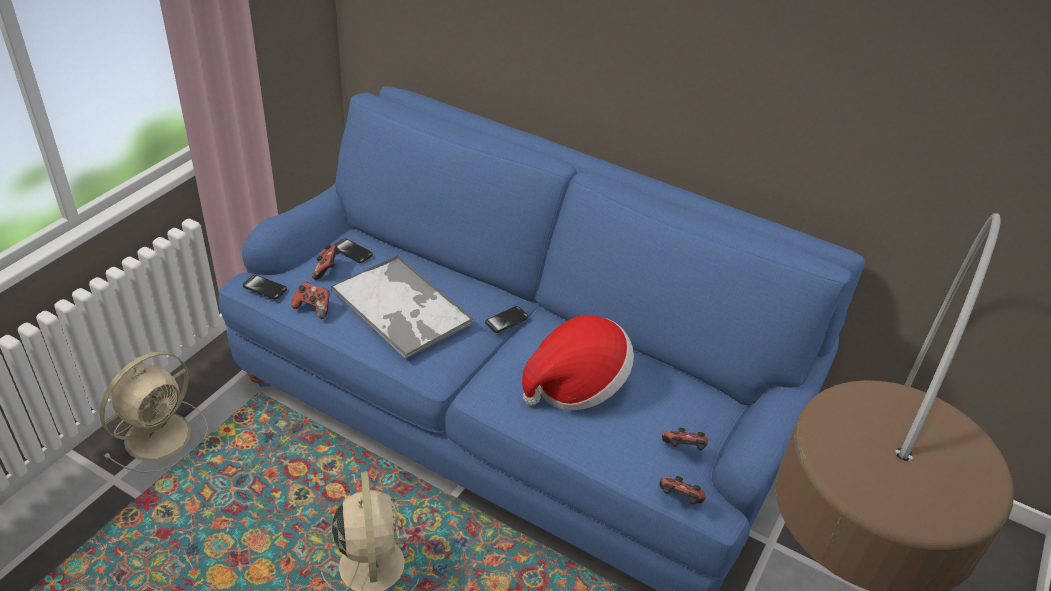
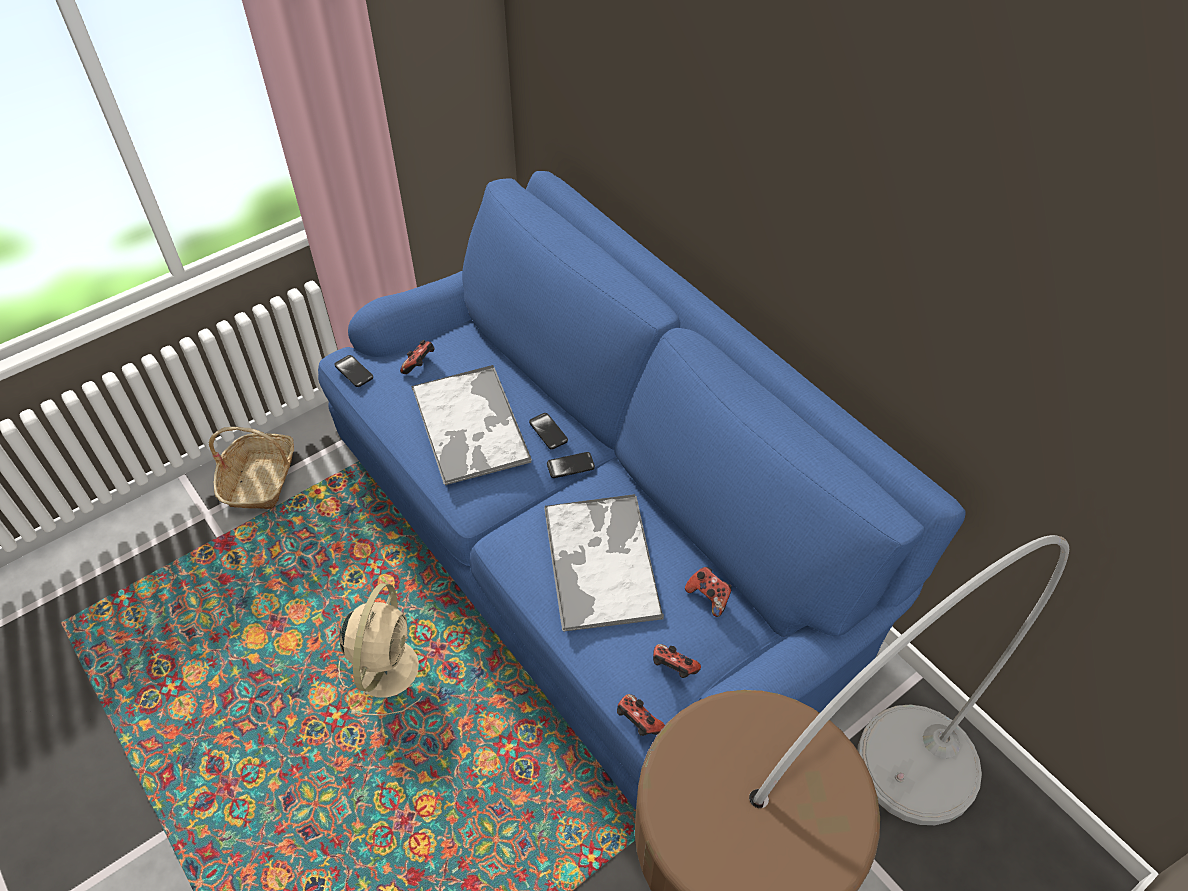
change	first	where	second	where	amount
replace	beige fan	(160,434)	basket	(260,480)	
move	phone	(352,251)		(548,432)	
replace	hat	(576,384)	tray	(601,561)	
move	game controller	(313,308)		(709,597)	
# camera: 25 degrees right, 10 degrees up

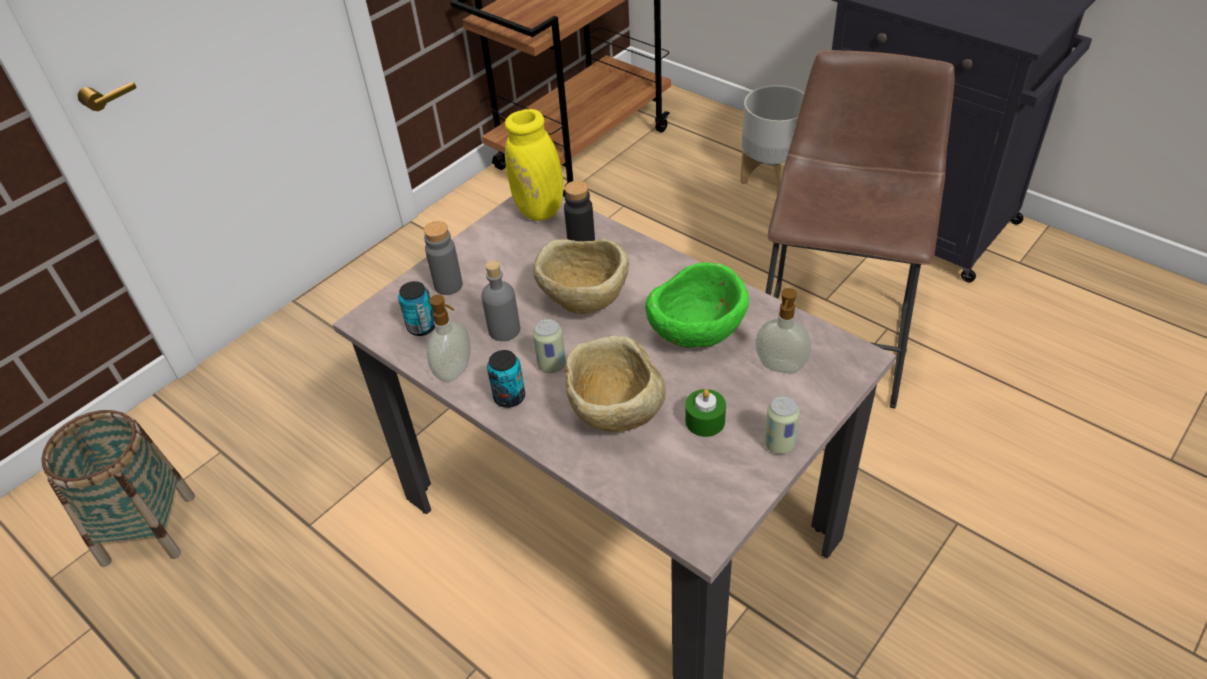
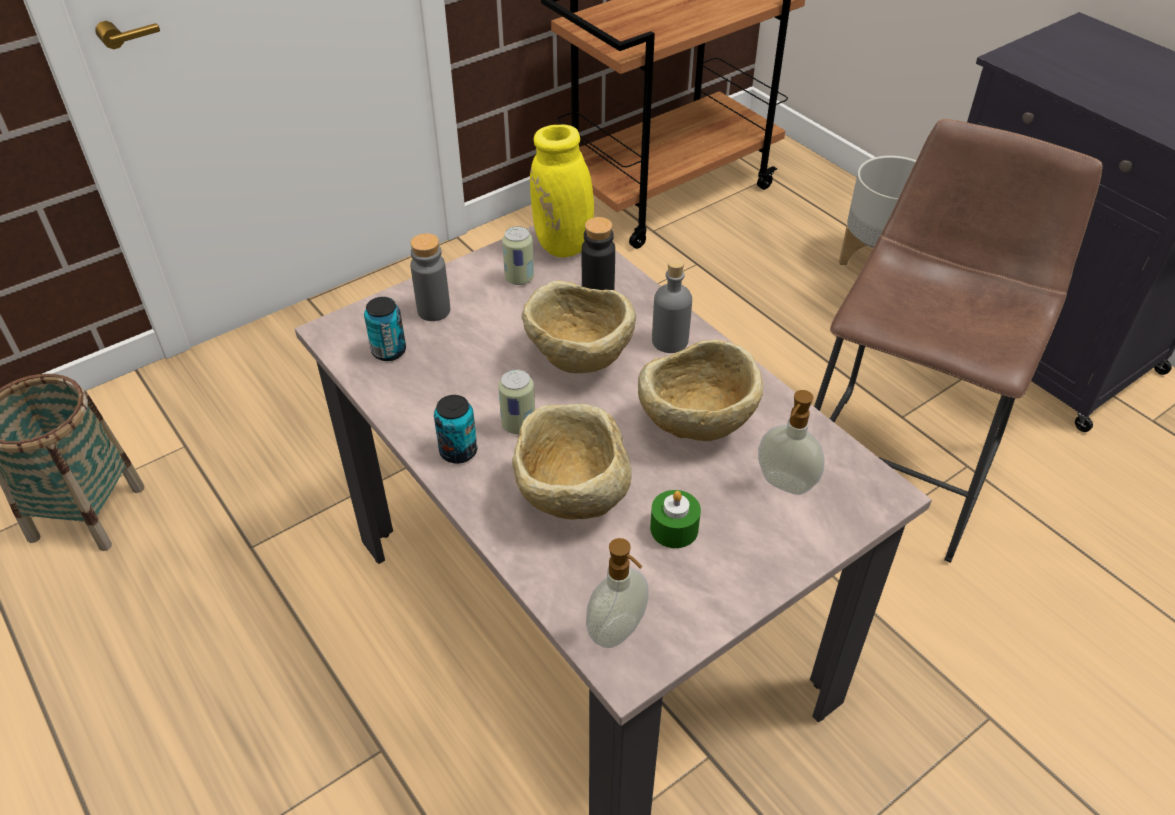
change	first	where	second	where	amount
move	can	(779,443)		(519,278)	
move	soap dispenser	(455,371)		(618,632)	
recolor	green bowl	(696,337)	beige bowl	(695,427)	
move	grey bottle	(504,330)		(670,341)	
# camera: 10 degrees right, 0 degrees up

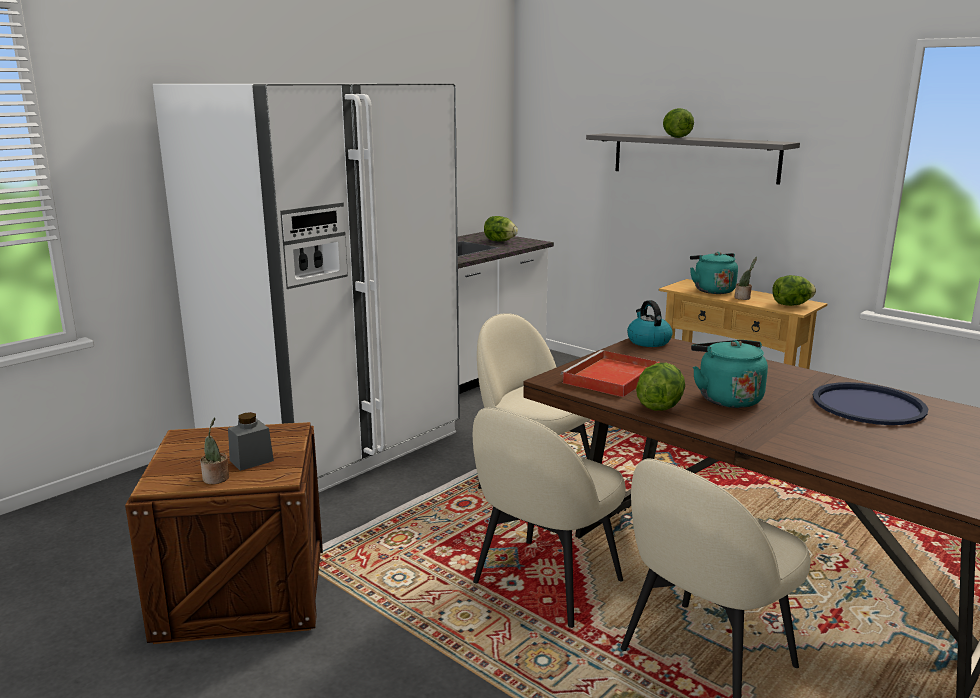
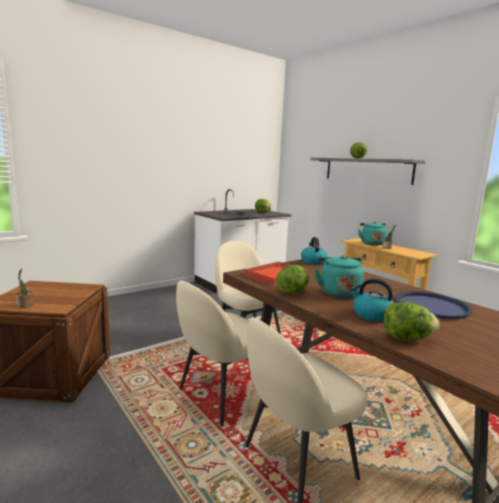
change	first	where	second	where	amount
insert			kettle	(371,315)	
move	lettuce	(791,305)		(406,338)	
delete	white fridge	(331,442)			
delete	grey jar	(251,461)			
# camera: 10 degrees right, 5 degrees down

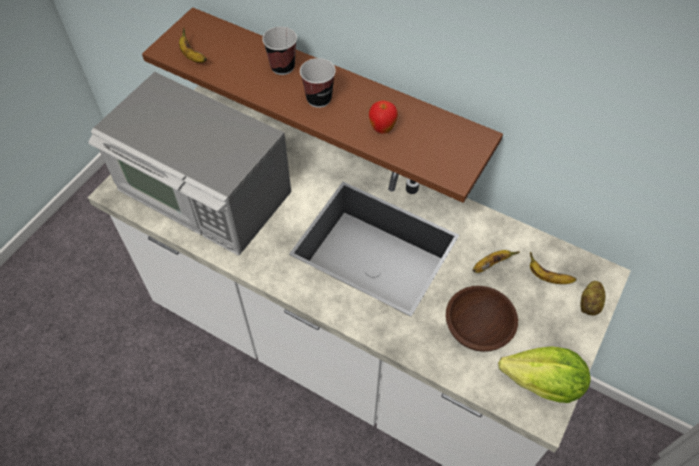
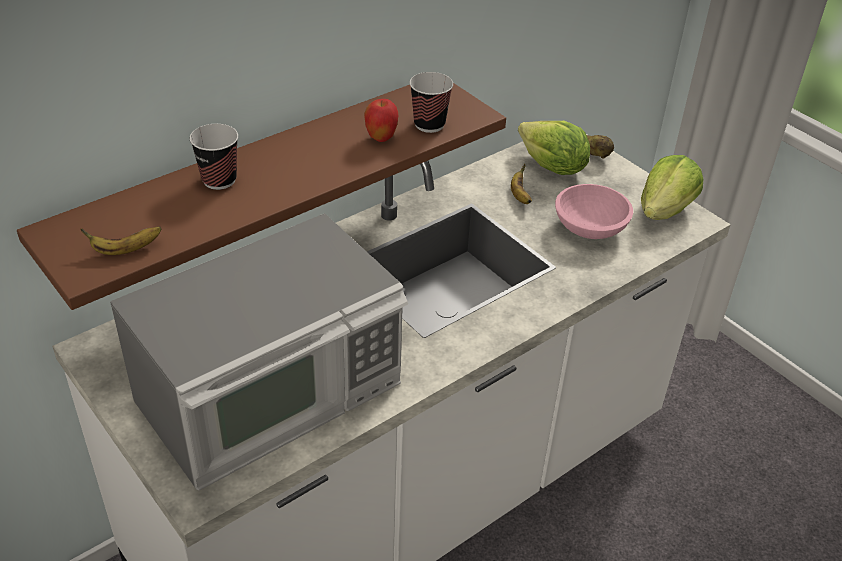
change	first	where	second	where	amount
move	cup	(319,99)		(429,124)	
replace	banana	(547,277)	lettuce	(552,167)	
recolor	brown bowl	(476,327)	pink bowl	(589,228)	
# camera: 70 degrees left, 15 degrees down

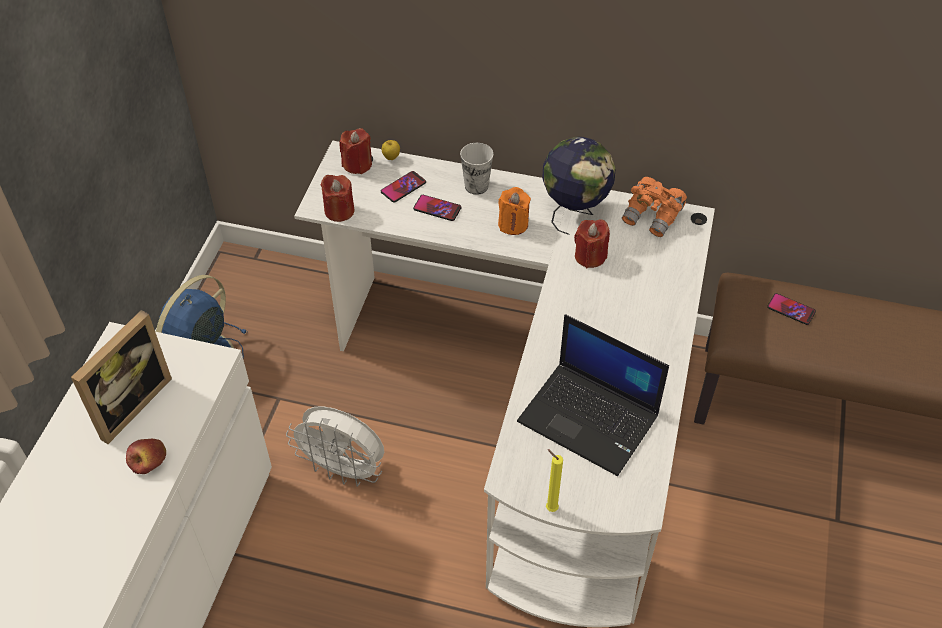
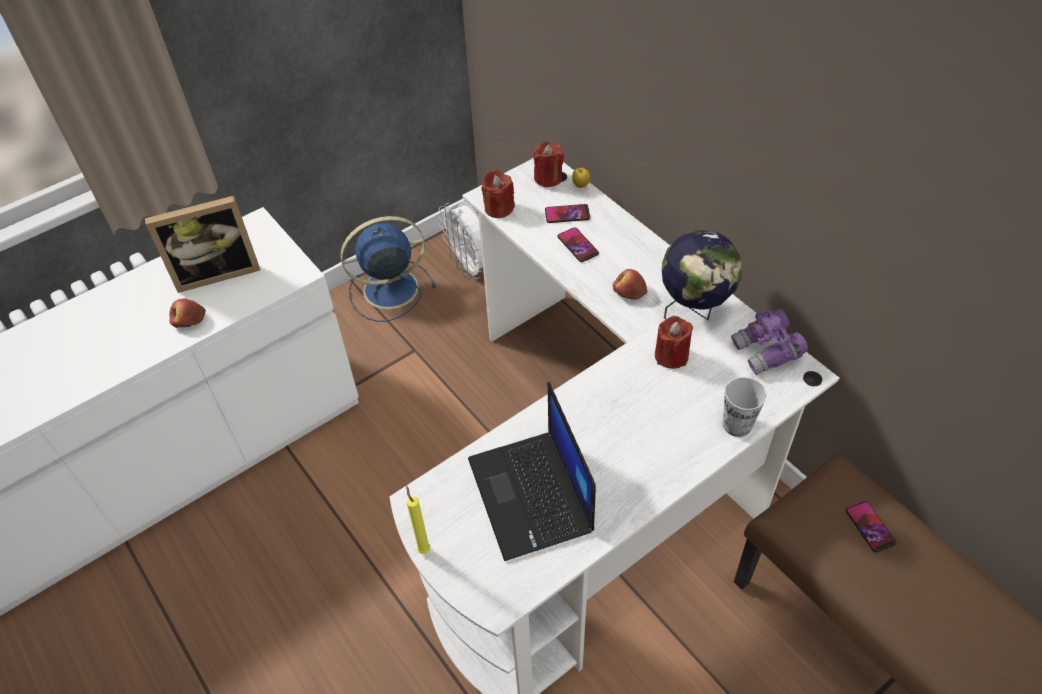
change	first	where	second	where	amount
move	white fan	(344,470)		(471,267)	
replace	orange candle	(513,224)	apple	(629,291)	
move	cup	(476,186)		(737,424)	
recolor	orange binoculars	(652,216)	purple binoculars	(767,352)	
# camera: 40 degrees right, 0 degrees up

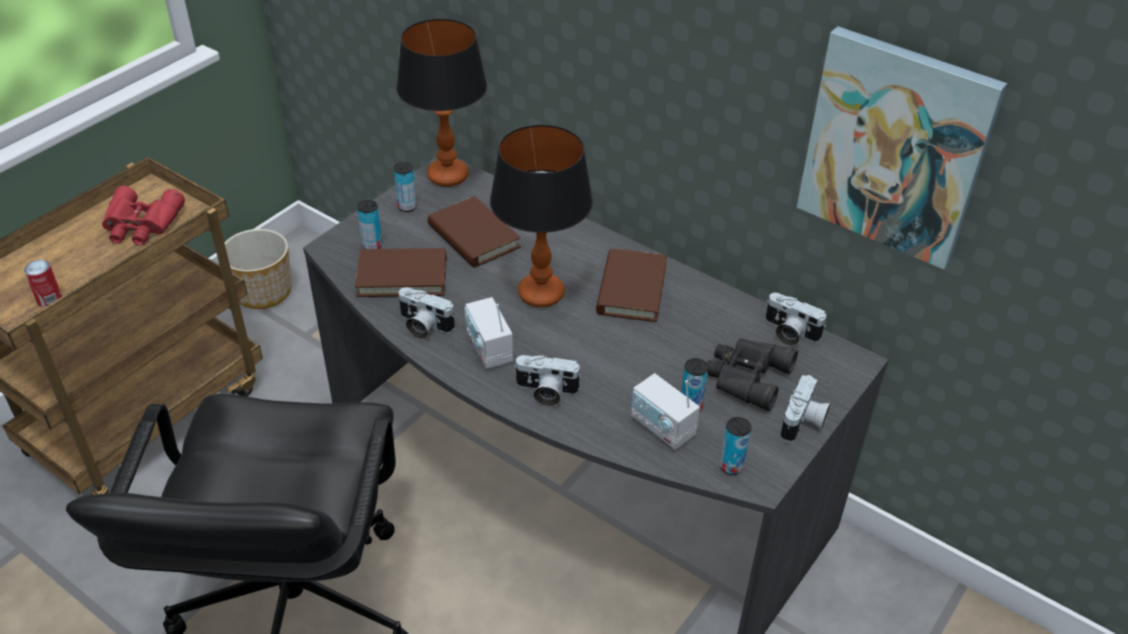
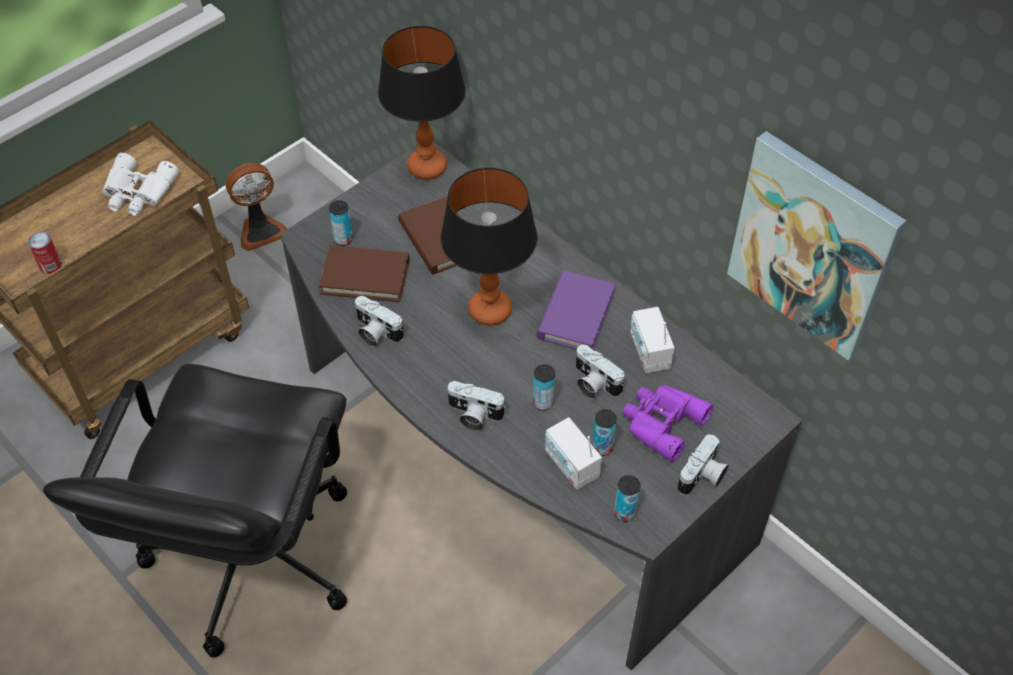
change	first	where	second	where	amount
recolor	red binoculars	(141,225)	white binoculars	(138,192)	
replace	planter	(263,291)	fan	(261,230)	
move	can	(407,207)		(543,403)	
recolor	brown book	(631,289)	purple book	(576,315)	
move	photo camera	(789,333)		(593,383)	
recolor	black binoculars	(745,377)	purple binoculars	(661,422)	
move	radio	(489,349)		(649,352)	
# camera: 10 degrees right, 10 degrees up

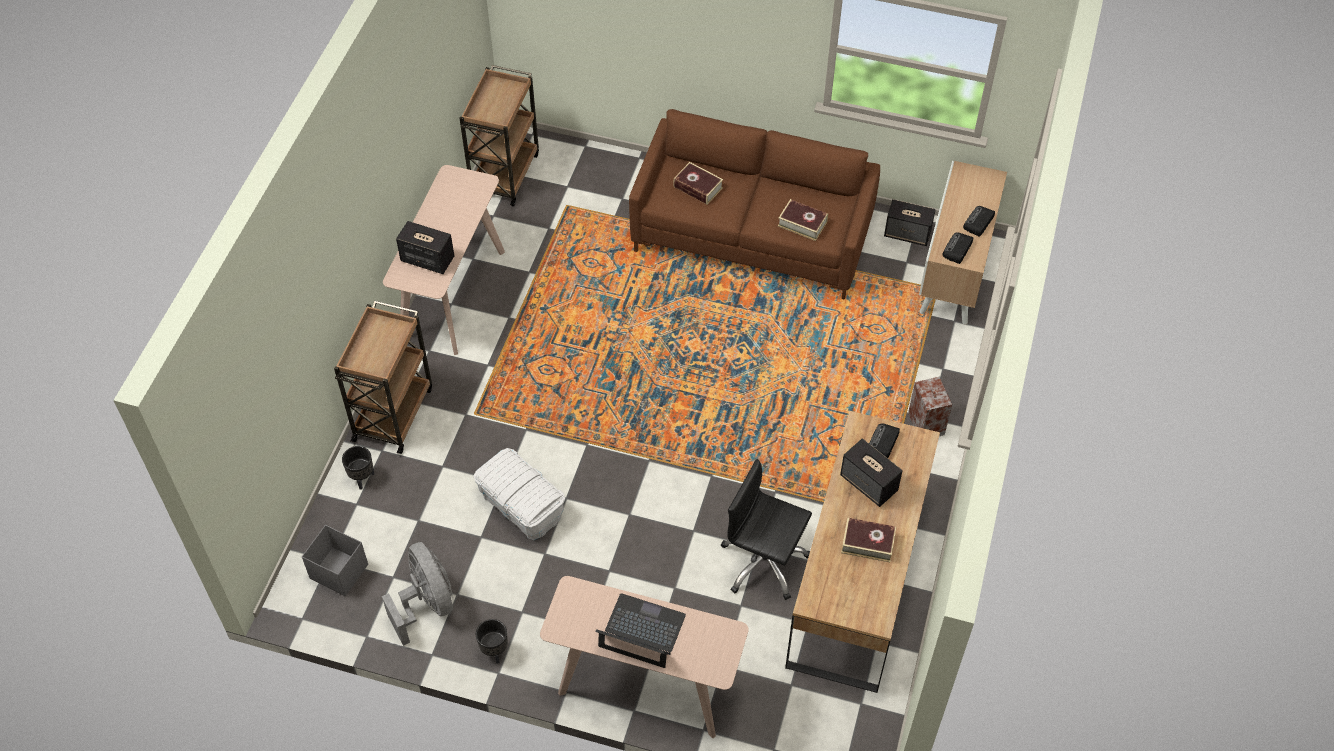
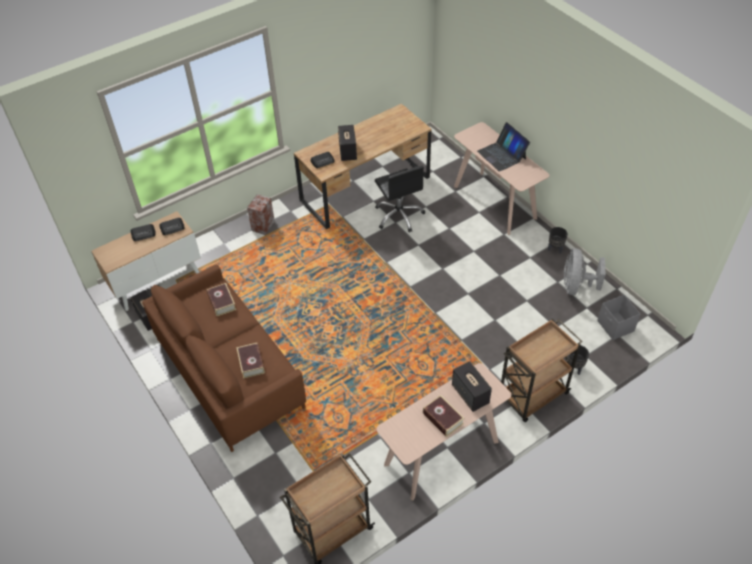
change	first	where	second	where	amount
move	book	(868,543)		(443,418)	
delete	white storage box	(521,506)			
# camera: 140 degrees left, 5 degrees down

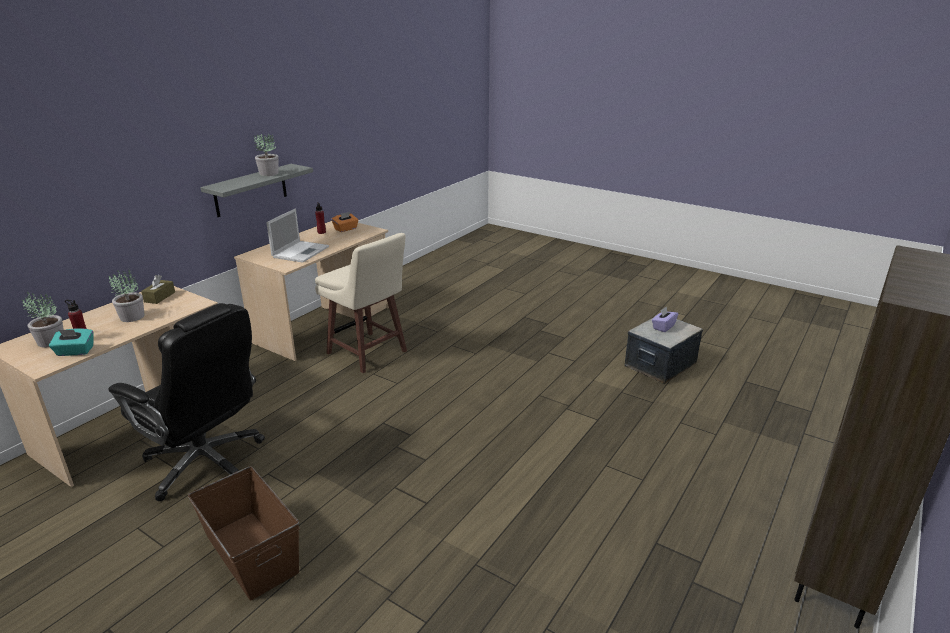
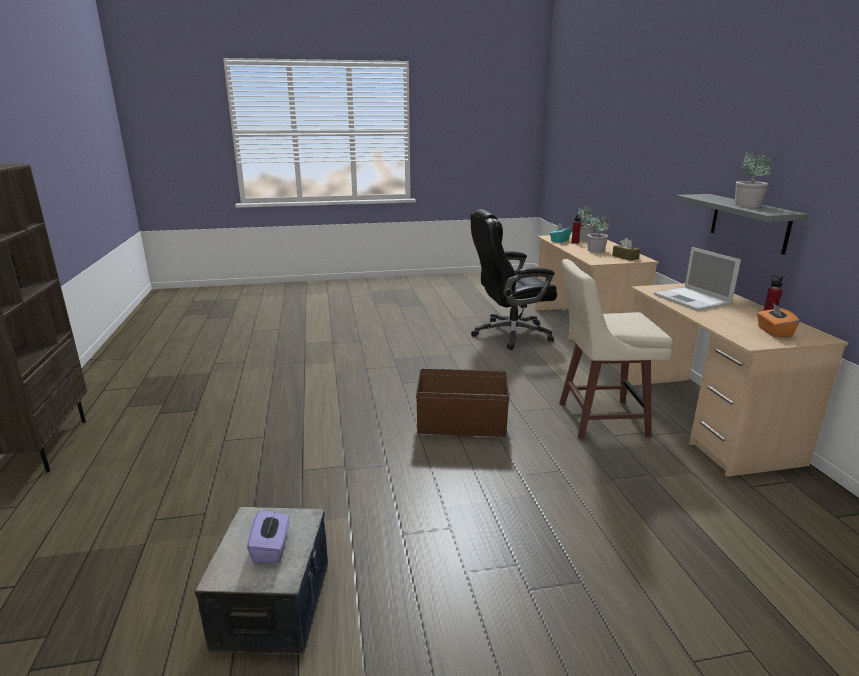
change	first	where	second	where	amount
move	brown storage box	(252,552)		(462,424)	
# camera: 135 degrees right, 5 degrees down

